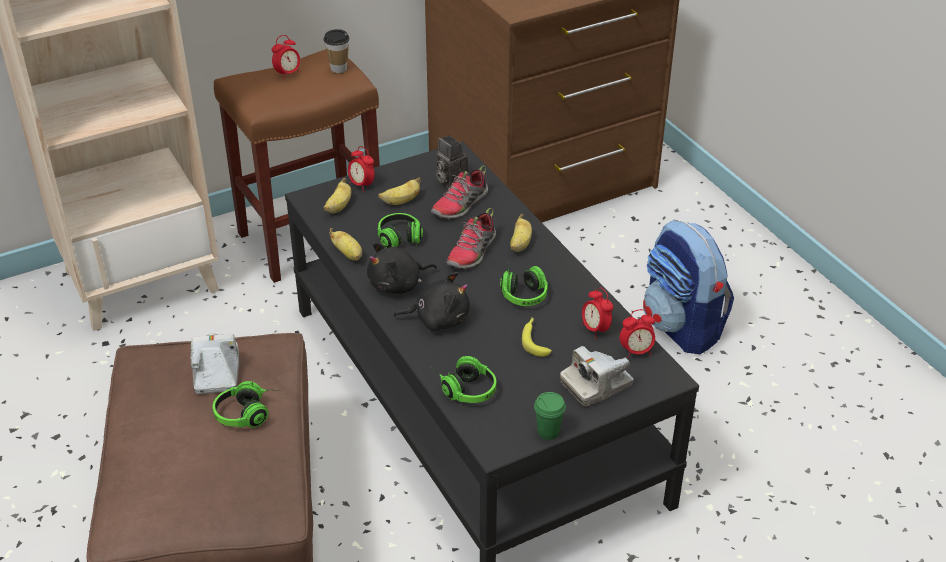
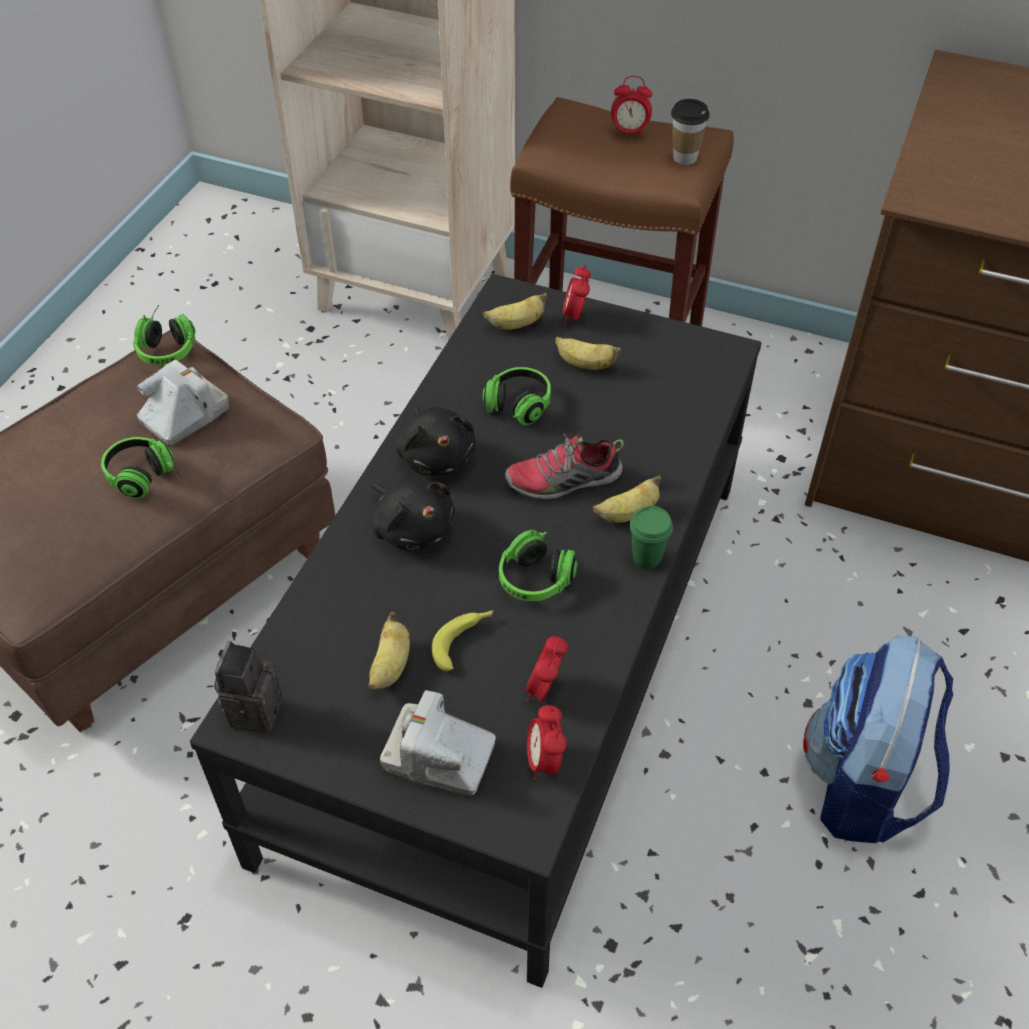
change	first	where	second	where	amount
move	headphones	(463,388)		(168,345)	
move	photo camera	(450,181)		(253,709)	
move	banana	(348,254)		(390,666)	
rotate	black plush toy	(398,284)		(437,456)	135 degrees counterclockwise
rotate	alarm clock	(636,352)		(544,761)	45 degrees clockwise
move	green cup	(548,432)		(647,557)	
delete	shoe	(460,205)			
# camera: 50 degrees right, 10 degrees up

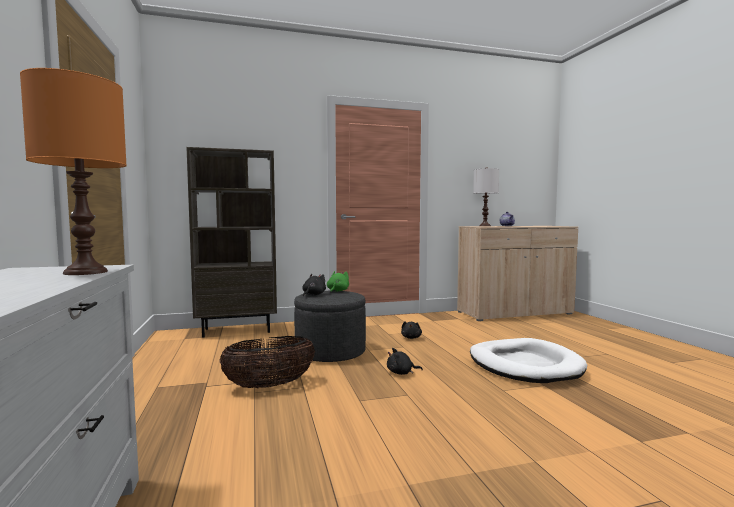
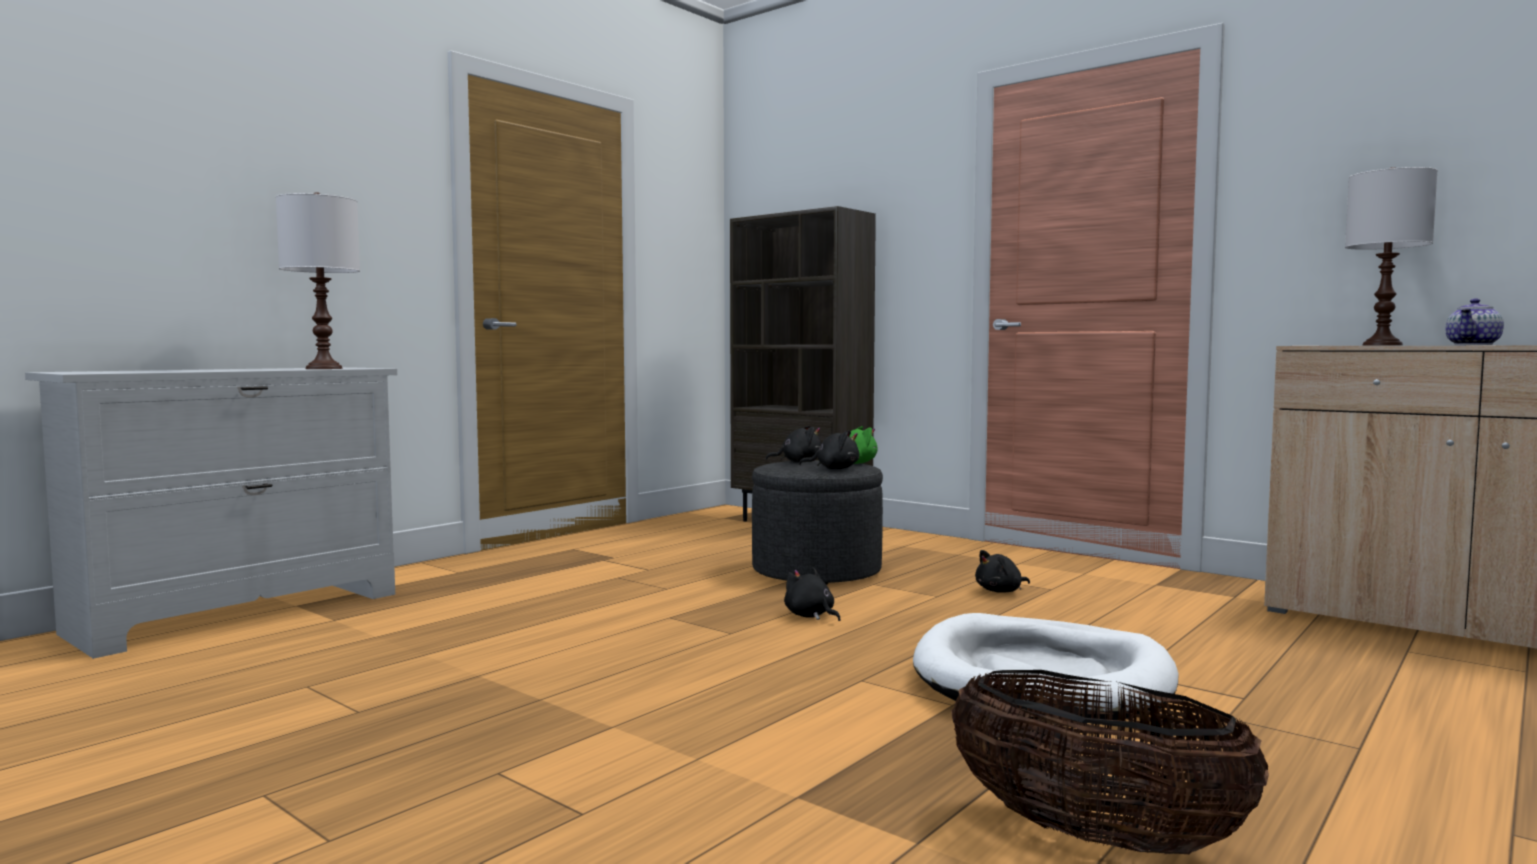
change	first	where	second	where	amount
recolor	orange table lamp	(86,272)	white table lamp	(324,368)	
insert			black plush toy	(834,469)	
move	basket	(269,385)		(1095,836)	
# camera: 55 degrees right, 0 degrees up

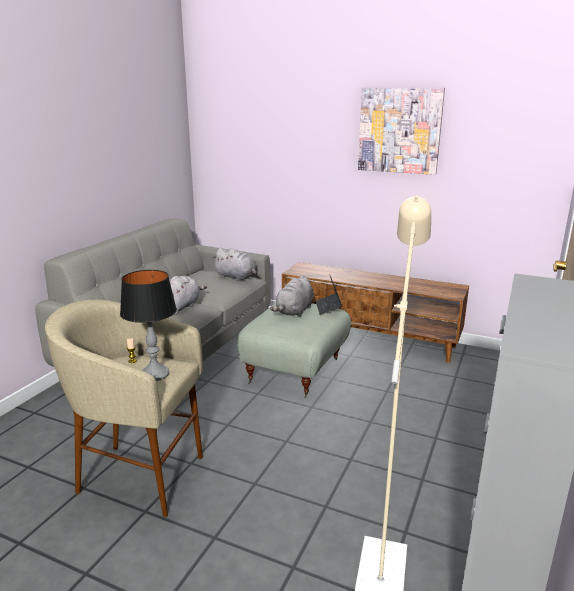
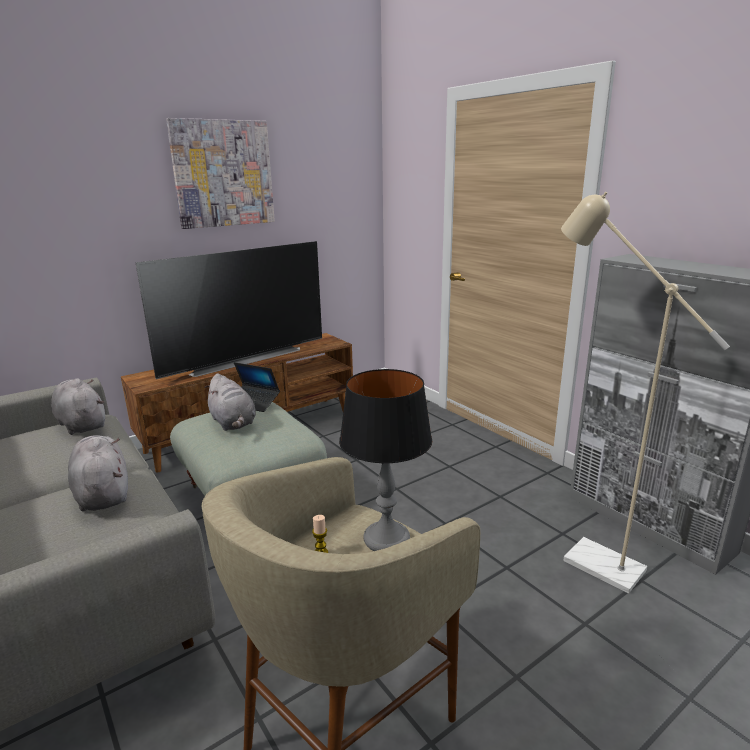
change	first	where	second	where	amount
rotate	grey plush toy	(236,277)		(81,424)	105 degrees counterclockwise
insert			television	(243,358)	
# camera: 60 degrees left, 0 degrees up

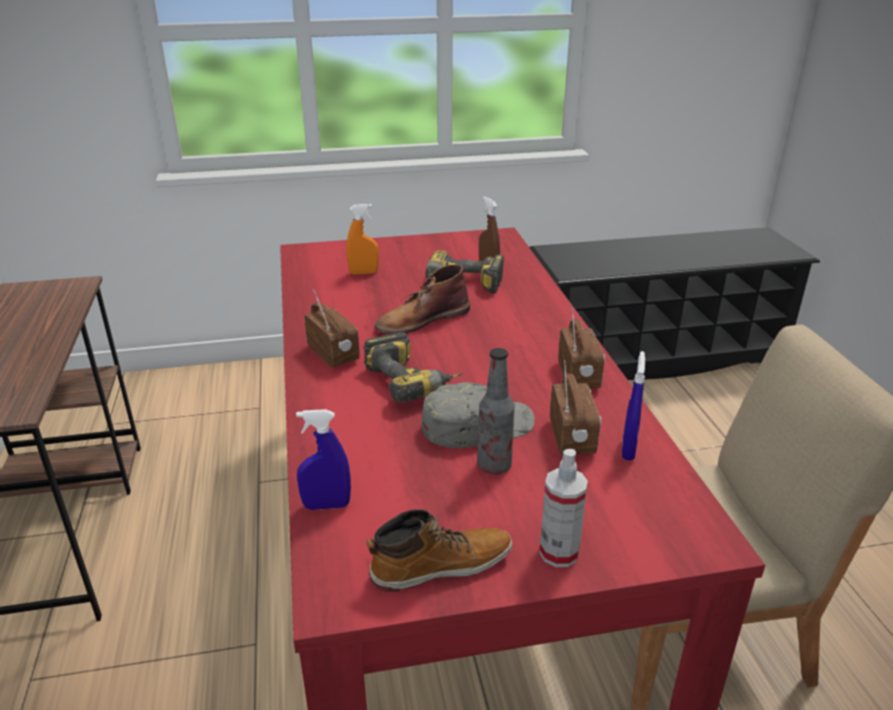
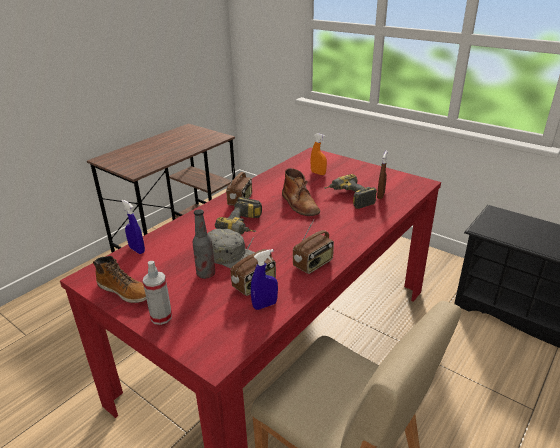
change	first	where	second	where	amount
rotate	brown boot	(421,319)		(300,204)	135 degrees counterclockwise
# camera: 50 degrees right, 0 degrees up

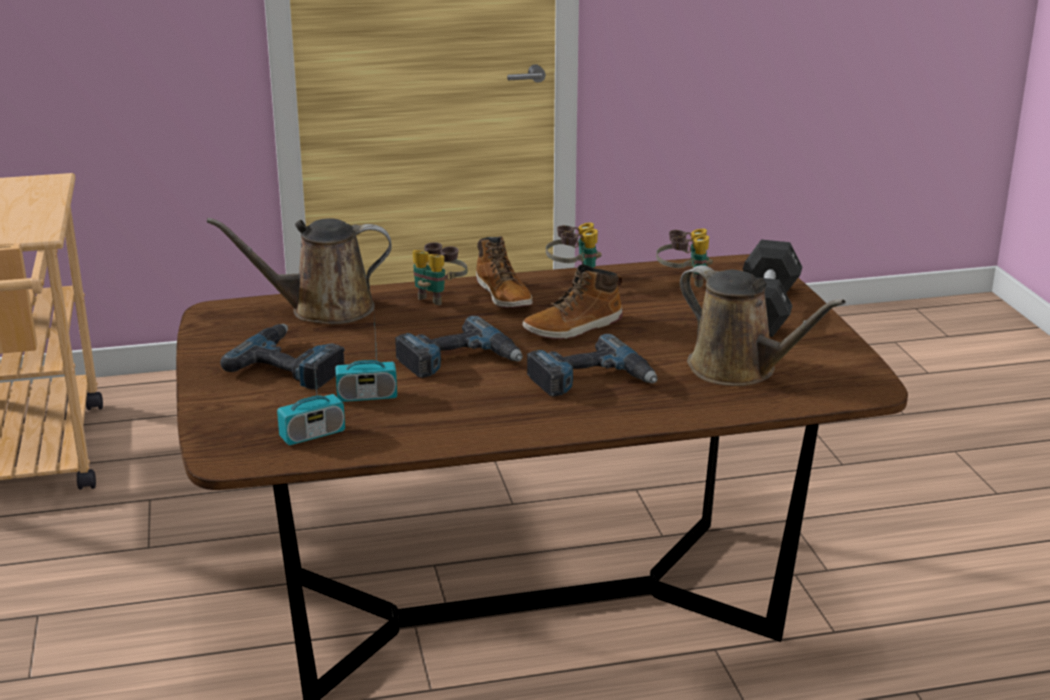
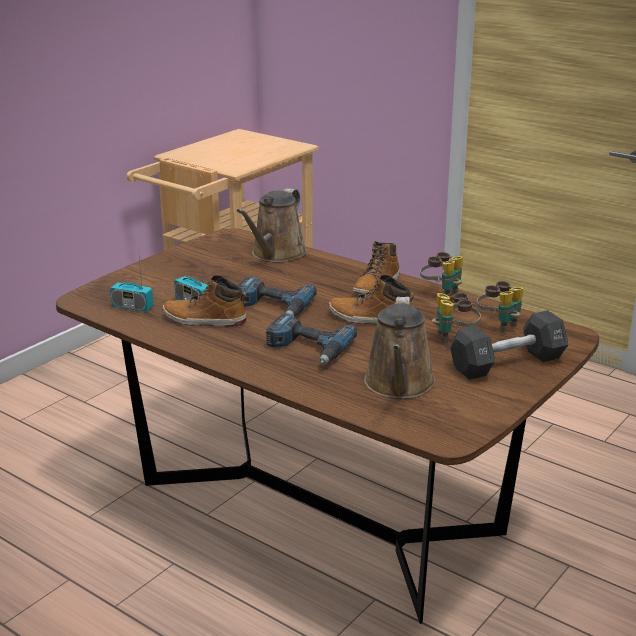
change	first	where	second	where	amount
insert			boot	(204,320)	
rotate	brown watering can	(323,310)		(276,254)	105 degrees counterclockwise
move	binoculars	(438,297)		(454,337)	
delete	power drill	(291,365)			
# camera: 50 degrees right, 0 degrees up

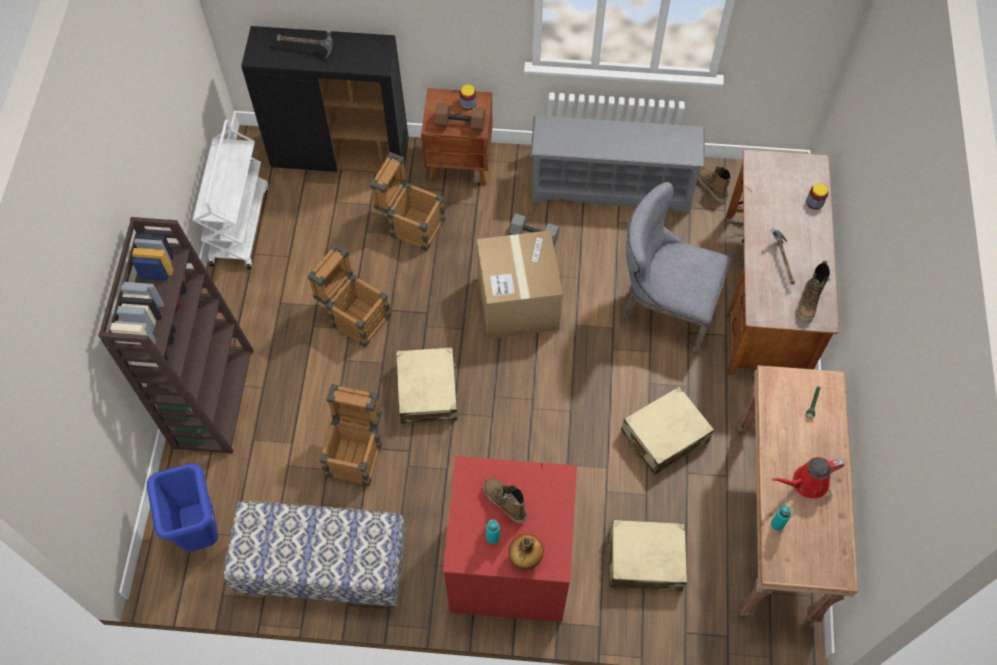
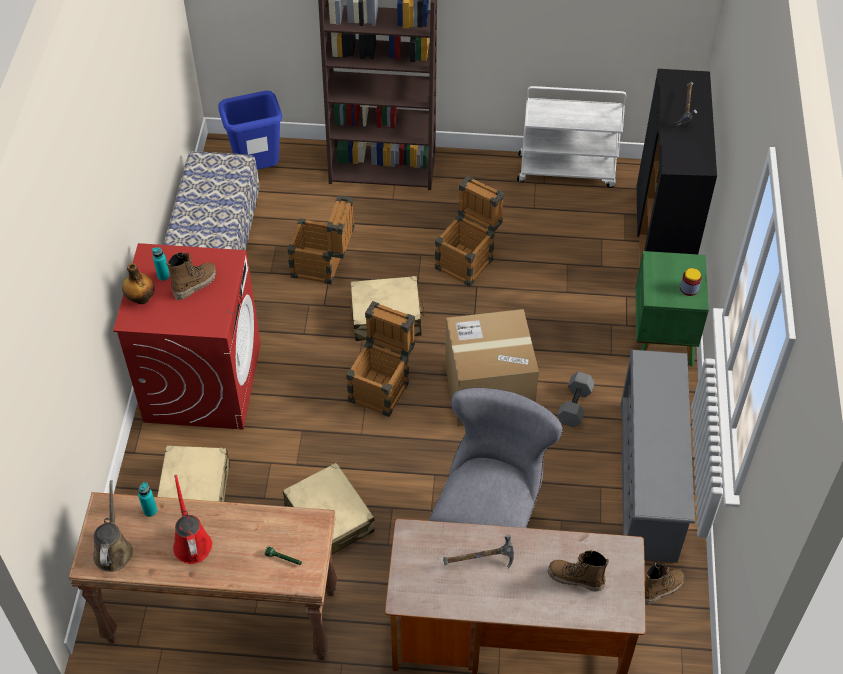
change	first	where	second	where	amount
insert			brown watering can	(113,550)	
move	crate	(411,225)		(382,386)	
move	boot	(808,304)		(575,579)	
recolor	brown nightstand	(460,164)	green nightstand	(662,340)	
delete	brown dumbbell	(461,123)			
delete	jar	(814,202)			
# camera: 90 degrees right, 10 degrees down

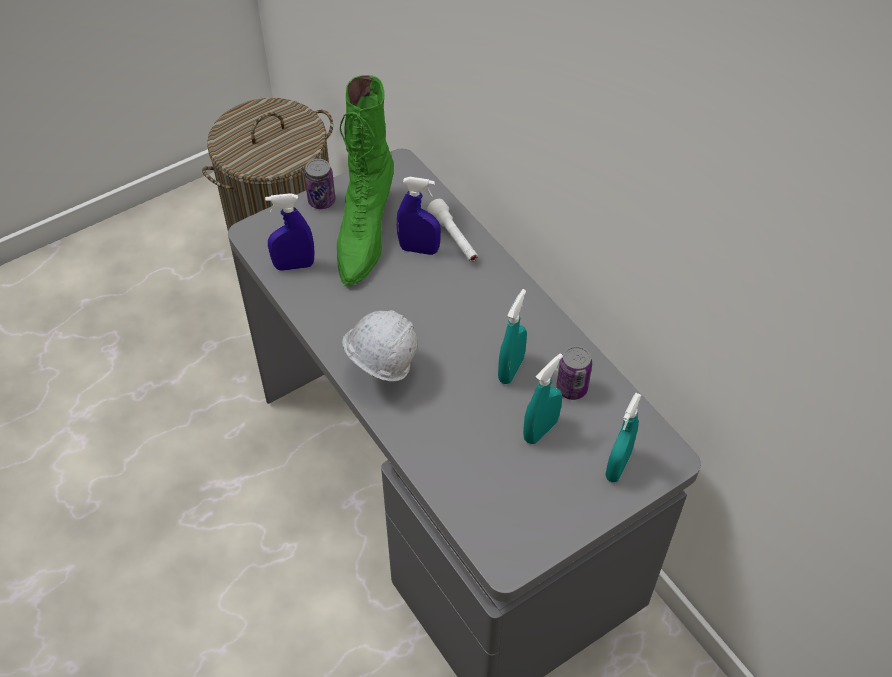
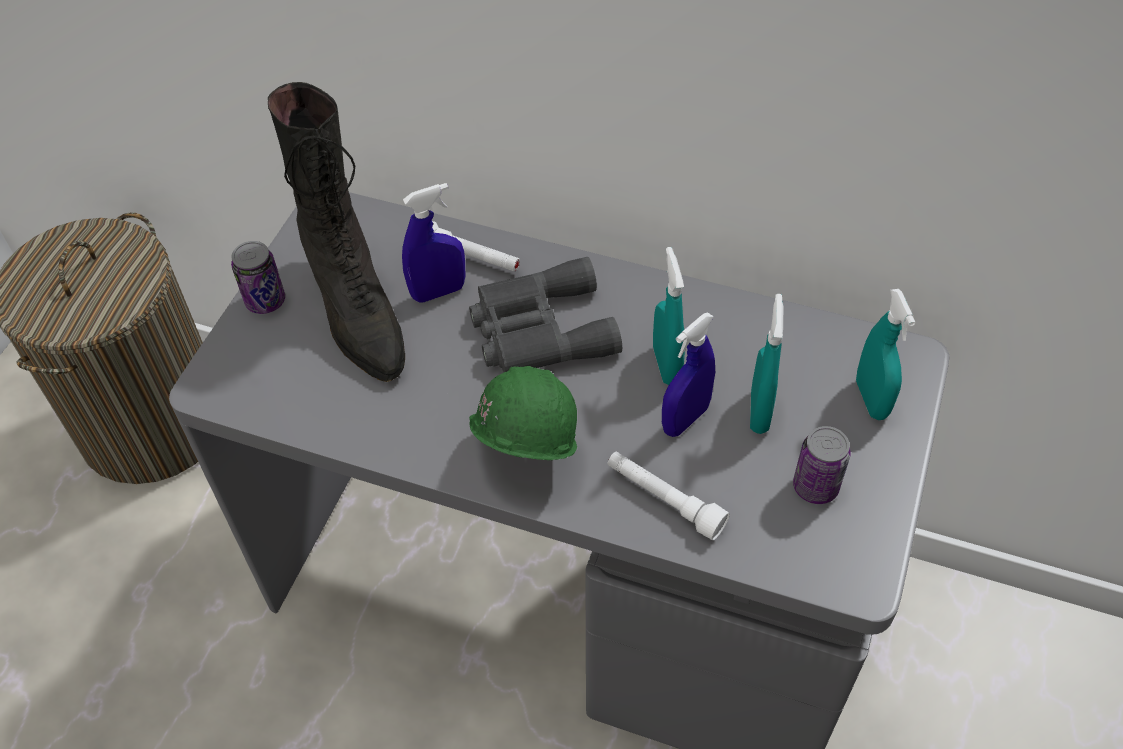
change	first	where	second	where	amount
recolor	green boot	(364,235)	black boot	(356,311)	
insert			grey binoculars	(538,330)	
recolor	white hard hat	(380,371)	green hard hat	(522,458)	
insert			white flashlight	(664,500)	
move	blue spray bottle	(294,265)		(685,419)	
move	can	(571,388)		(815,486)	
# camera: 35 degrees left, 0 degrees up

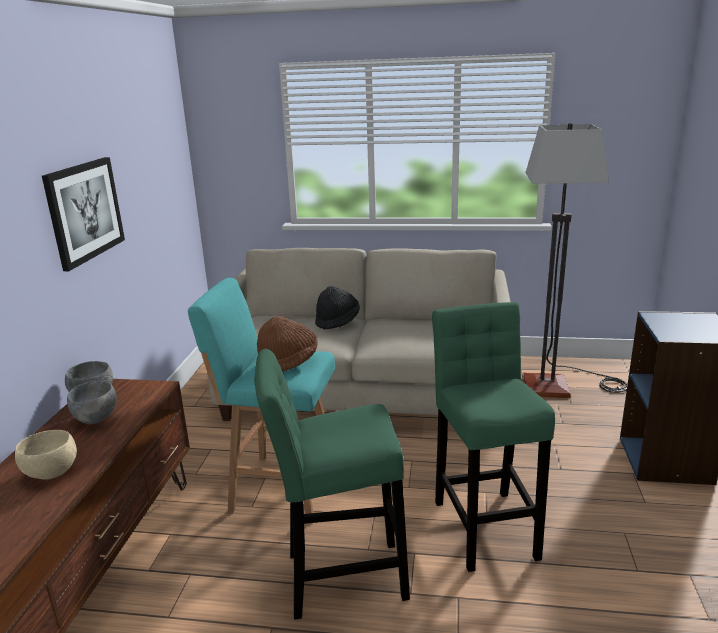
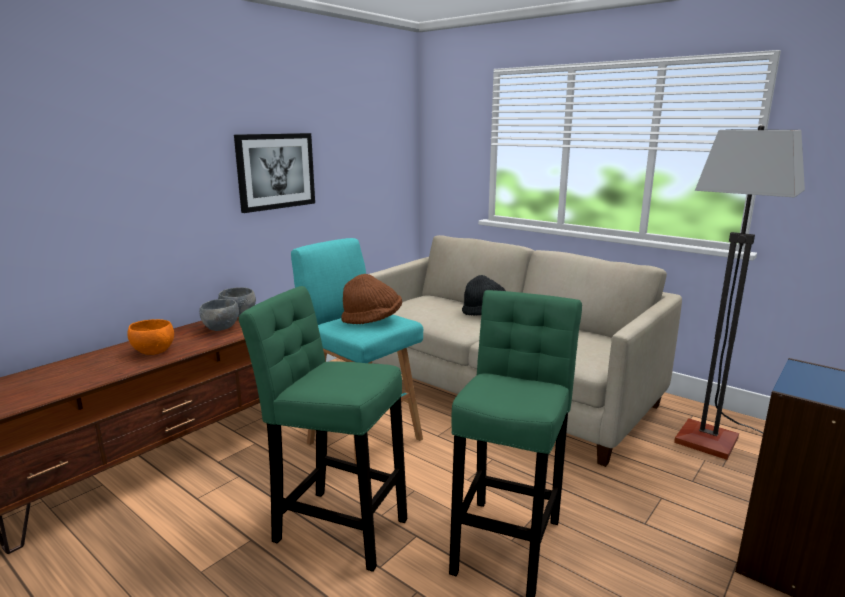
change	first	where	second	where	amount
recolor	beige bowl	(52,473)	orange bowl	(153,352)	
# camera: 30 degrees right, 5 degrees down

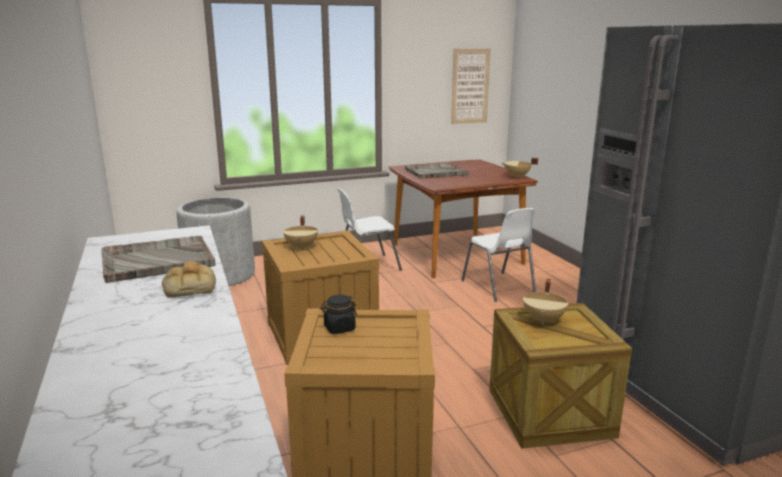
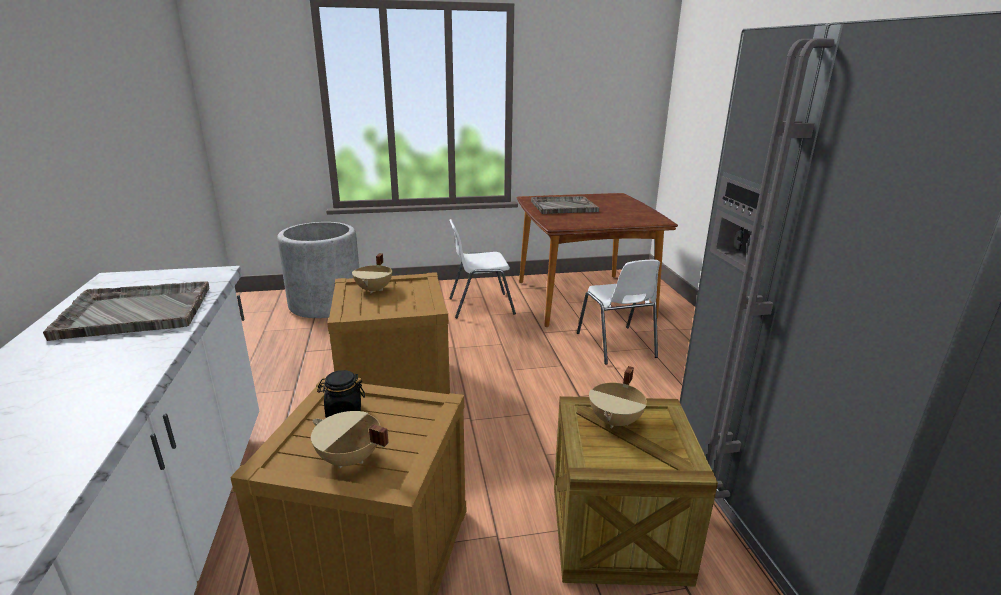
change	first	where	second	where	amount
move	beige cooking pot	(517,176)		(349,459)	
delete	bread	(189,287)			
delete	picture	(470,86)			
# camera: 10 degrees right, 5 degrees up

